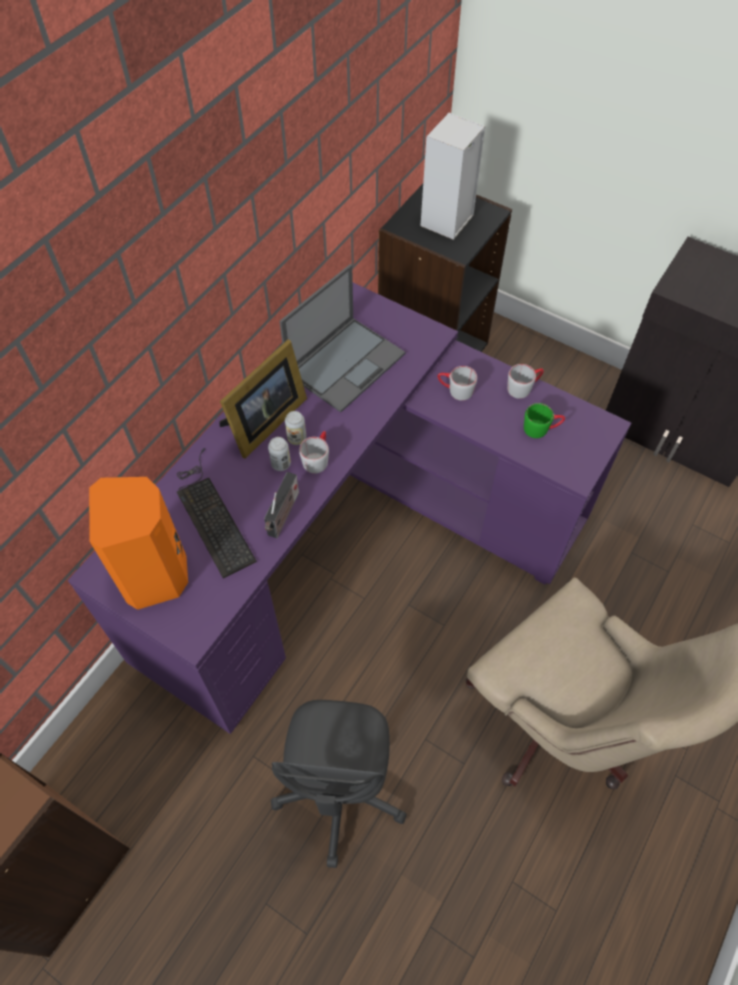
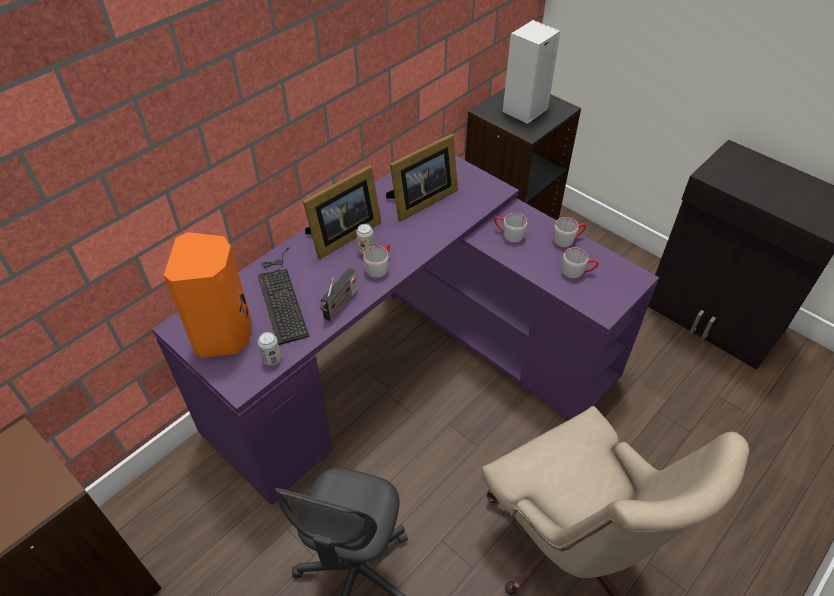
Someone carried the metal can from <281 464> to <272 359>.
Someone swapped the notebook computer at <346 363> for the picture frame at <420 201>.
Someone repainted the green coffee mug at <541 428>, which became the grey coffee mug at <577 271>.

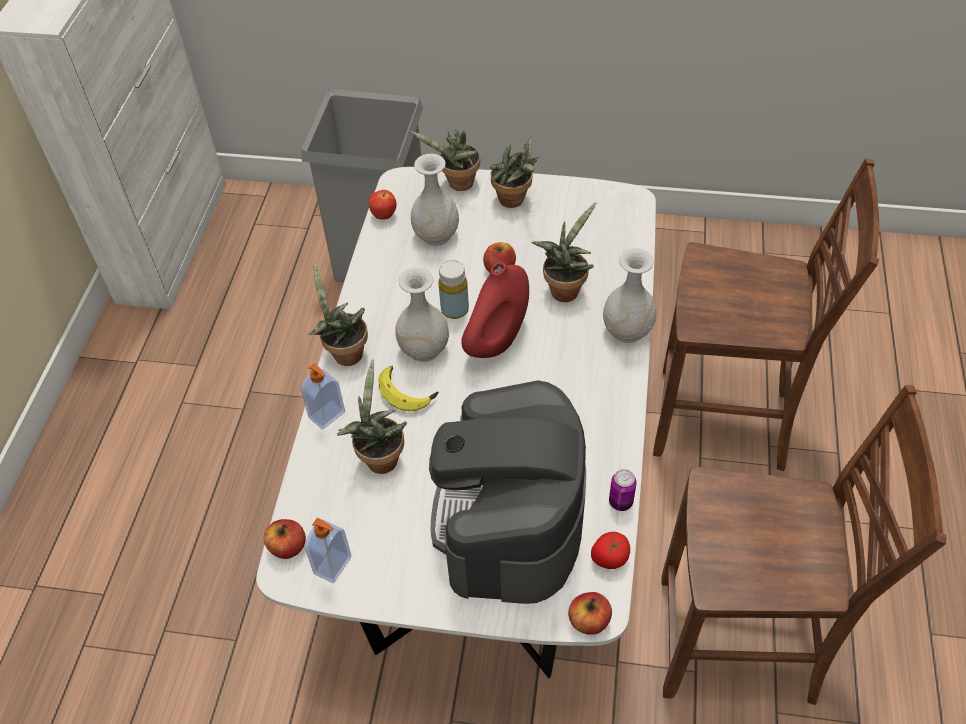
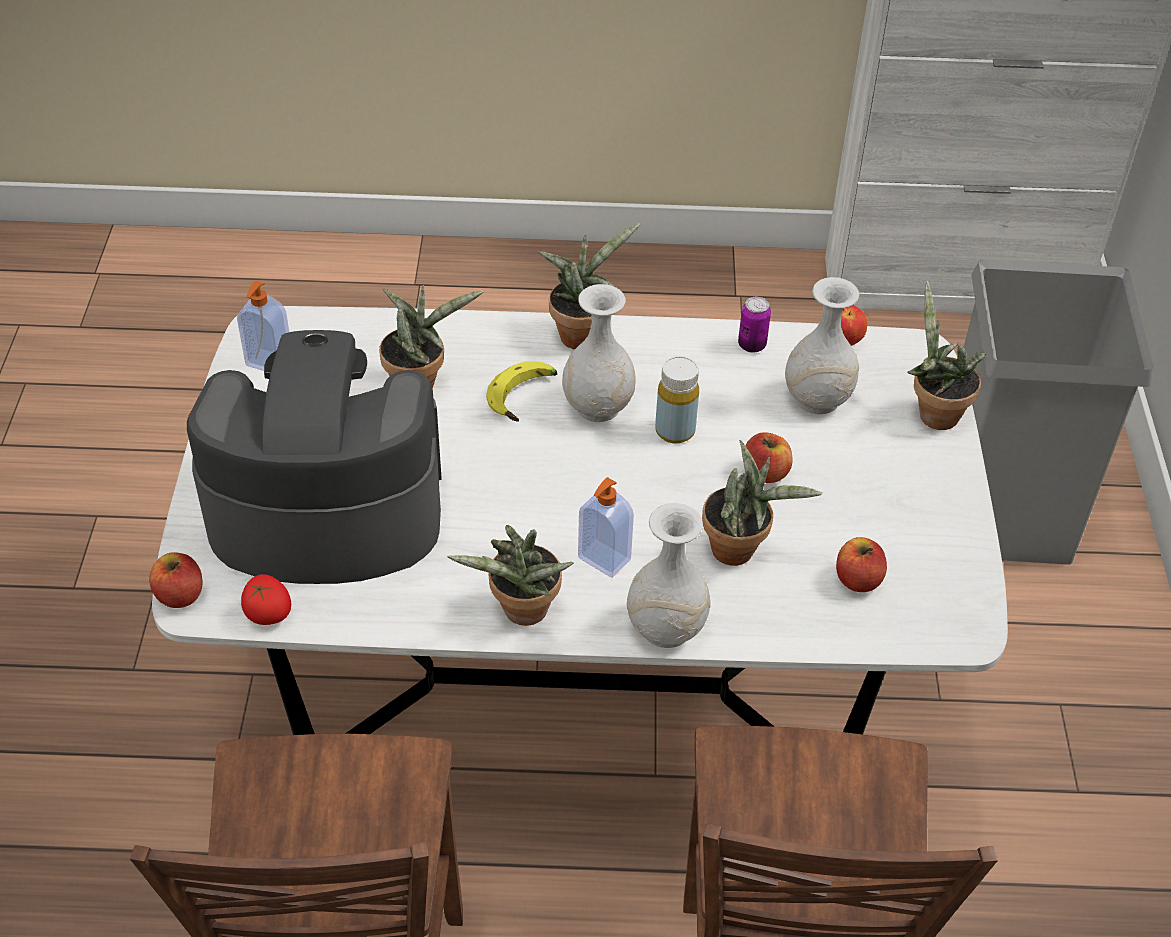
Someone carried the houseplant from <515 201> to <521 614>.
Someone carried the liquid soap bottle from <328 416> to <603 560>.
Someone carried the metal can from <620 502> to <751 345>.
Someone carried the apple from <288 547> to <857 579>.
Someone took away the red flower vase at <496 342>.

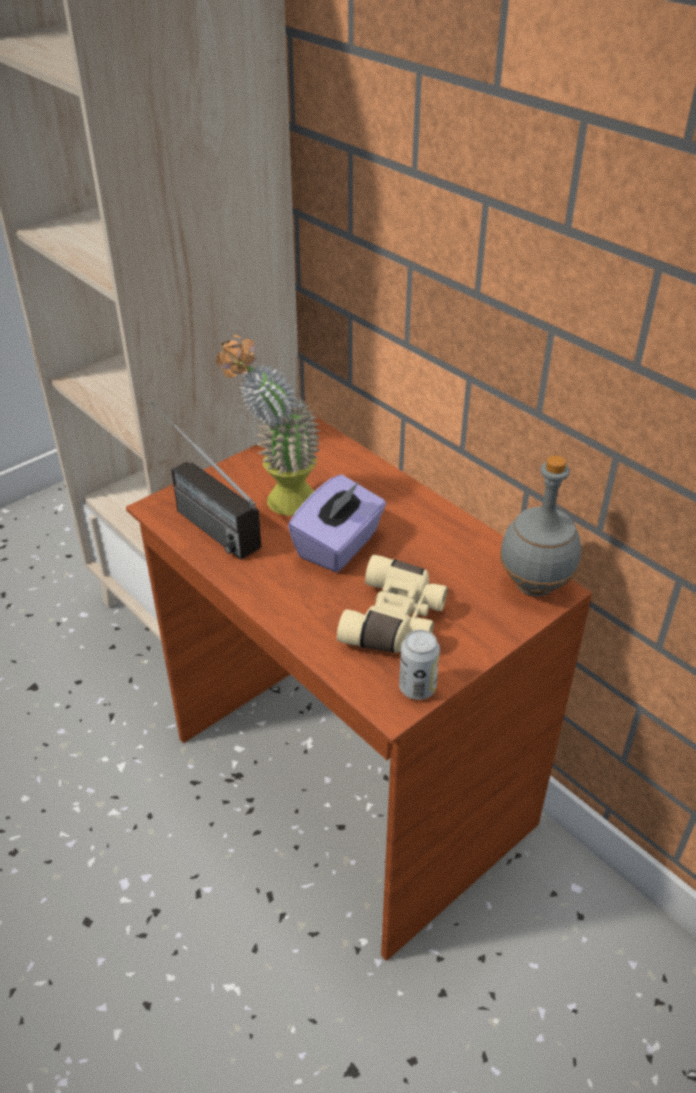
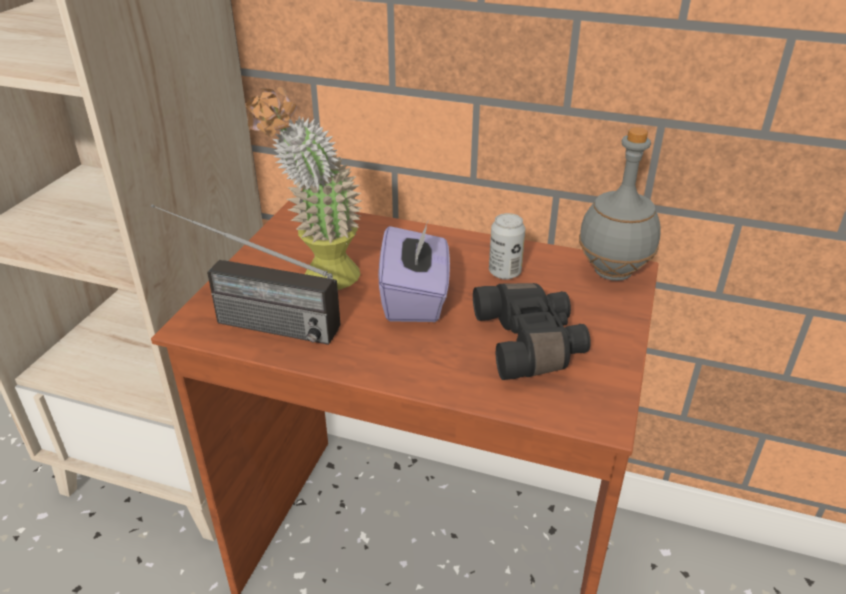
Someone repainted the beige field glasses at <396 621>, which became the black-coloured field glasses at <531 343>.
Someone carried the metal can from <417 688> to <504 272>.

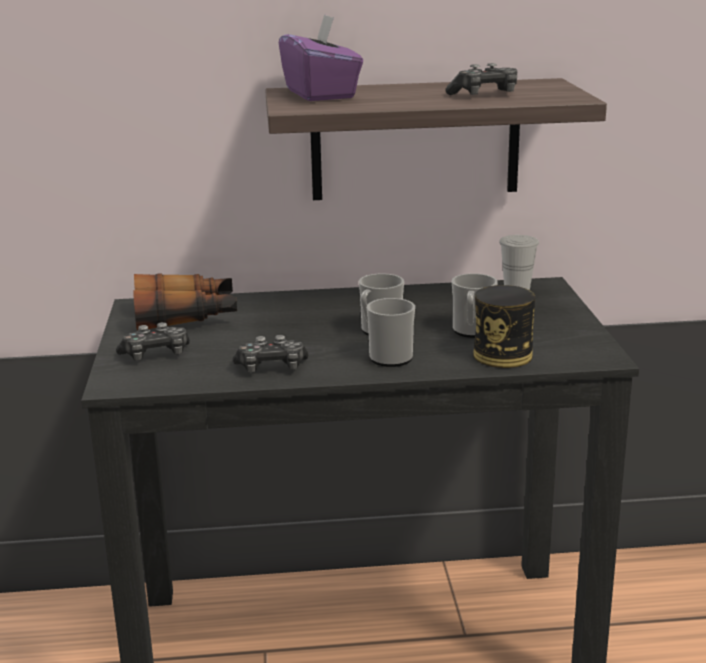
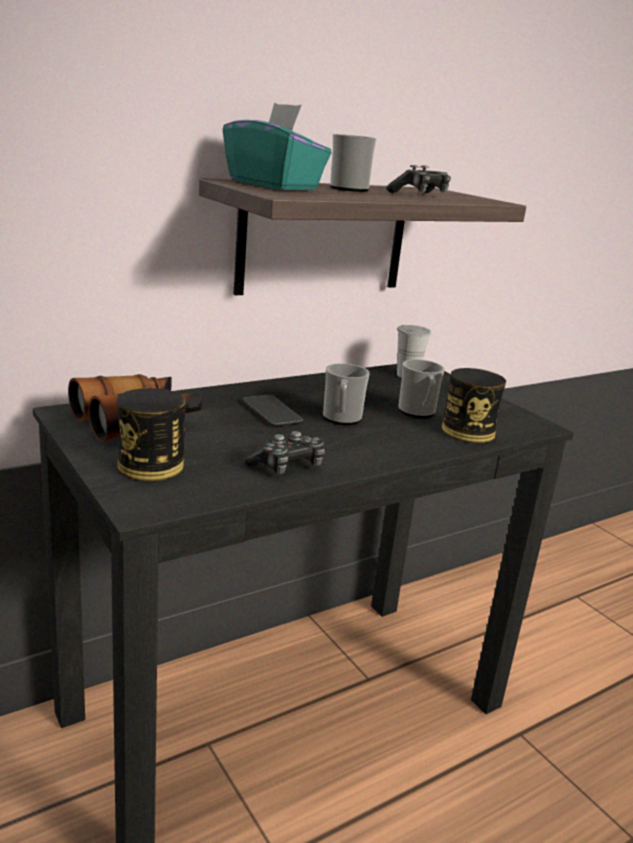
Someone swapped the game controller at <156 355> for the metal can at <150 466>.
Someone repainted the purple-coloured tissue holder at <321 94>, which became the blue-green tissue holder at <274 185>.
Someone put down the phone at <271 412>.
Someone carried the coffee mug from <393 356> to <348 188>.

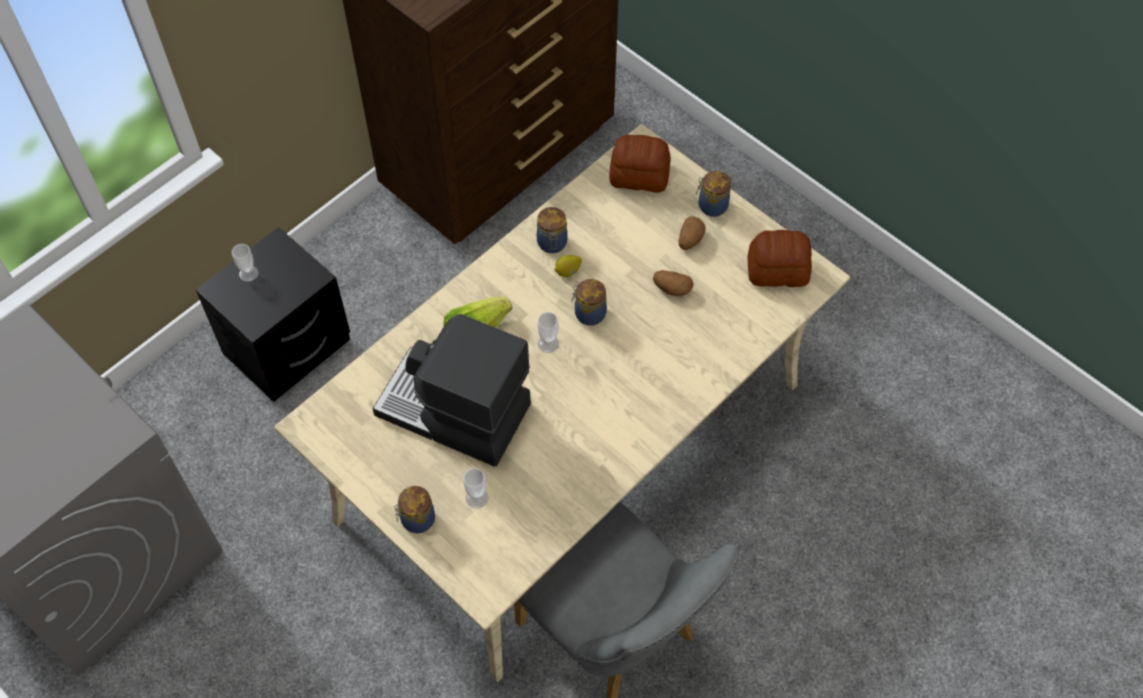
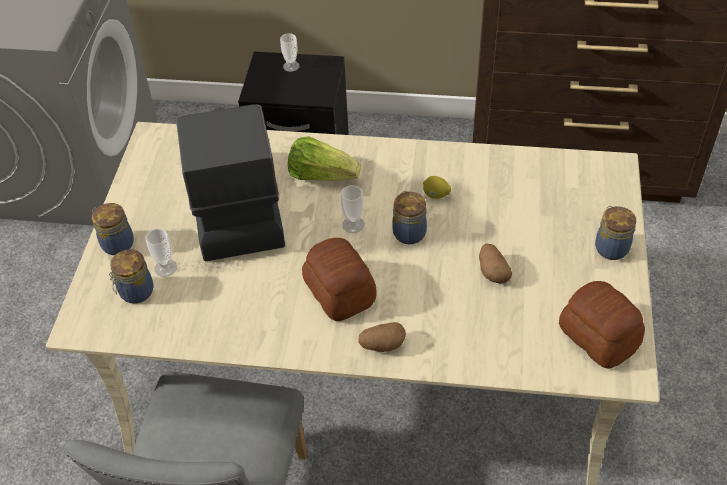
Someone carried the storage jar from <552 244> to <135 292>.
Someone carried the baked bread from <640 176> to <339 293>.
Someone carried the whole potato from <689 240> to <382 345>.

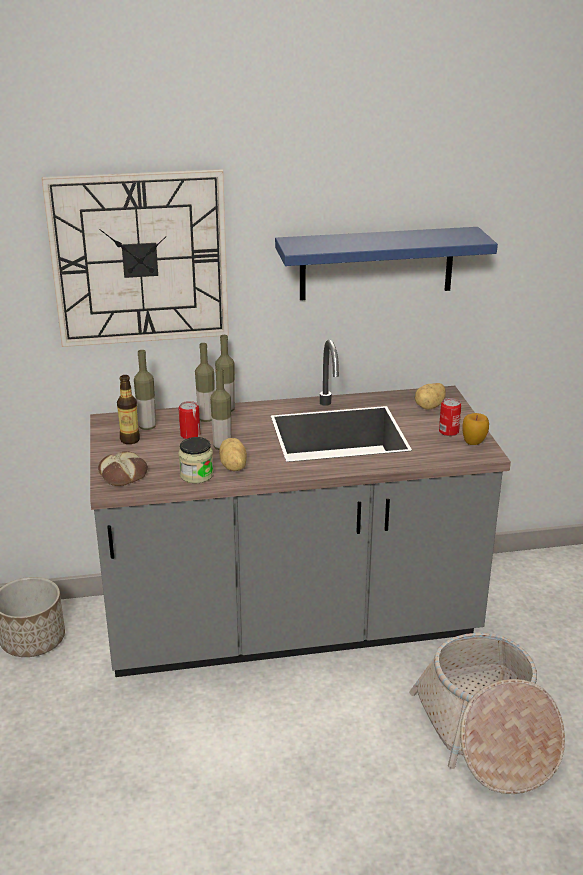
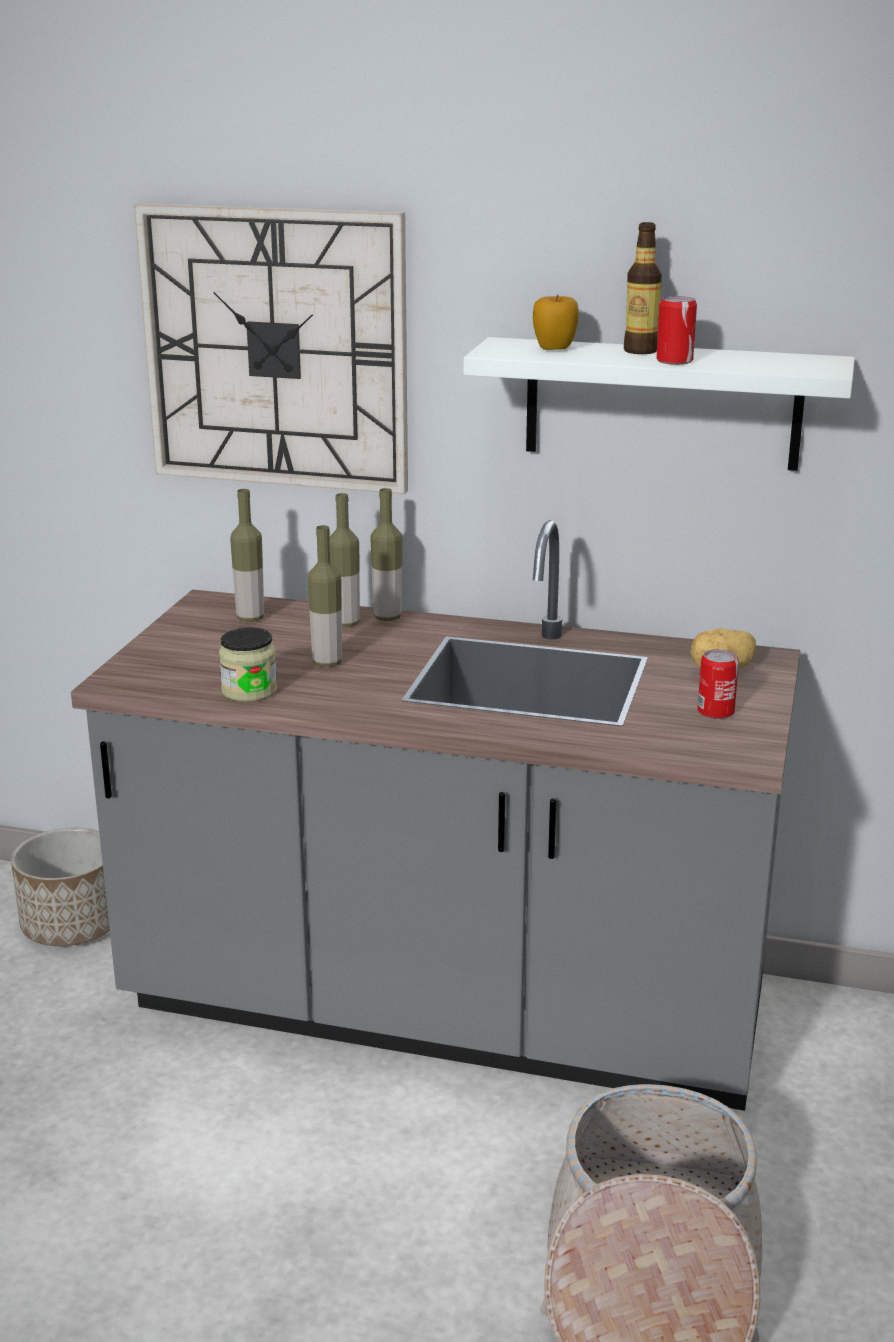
Someone repainted the bluish shelf at <376 263>, which became the white shelf at <662 403>.
Someone carried the apple from <473 443> to <554 349>.
Someone carried the bottle from <130 440> to <640 351>.
Someone carried the metal can from <190 435> to <674 361>.
Someone took away the baked bread at <123 474>.
Someone took away the whole potato at <232 467>.

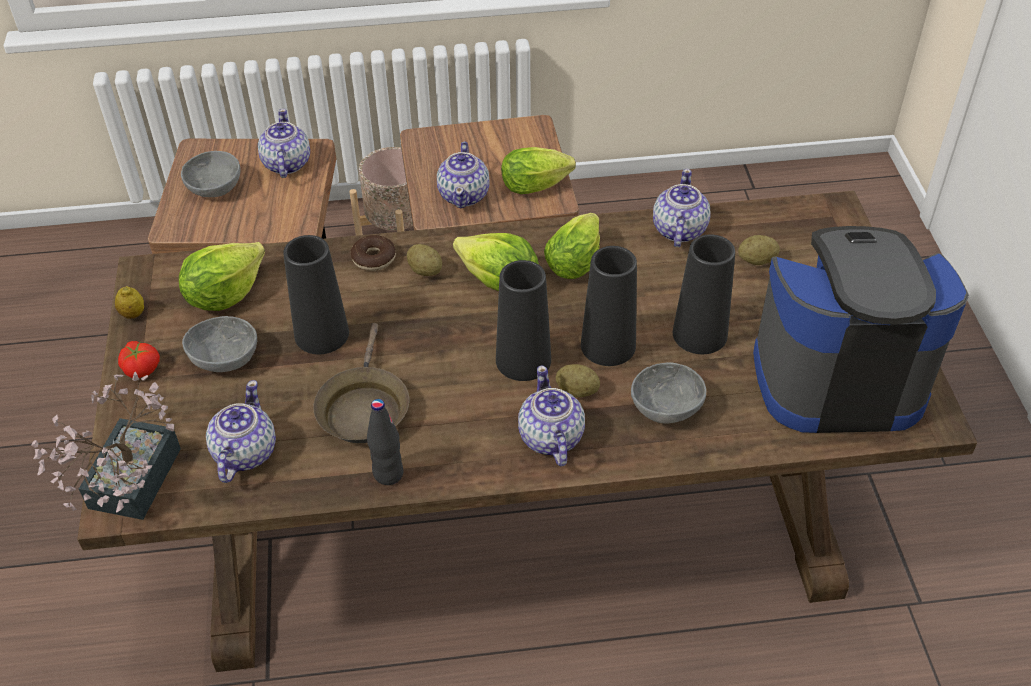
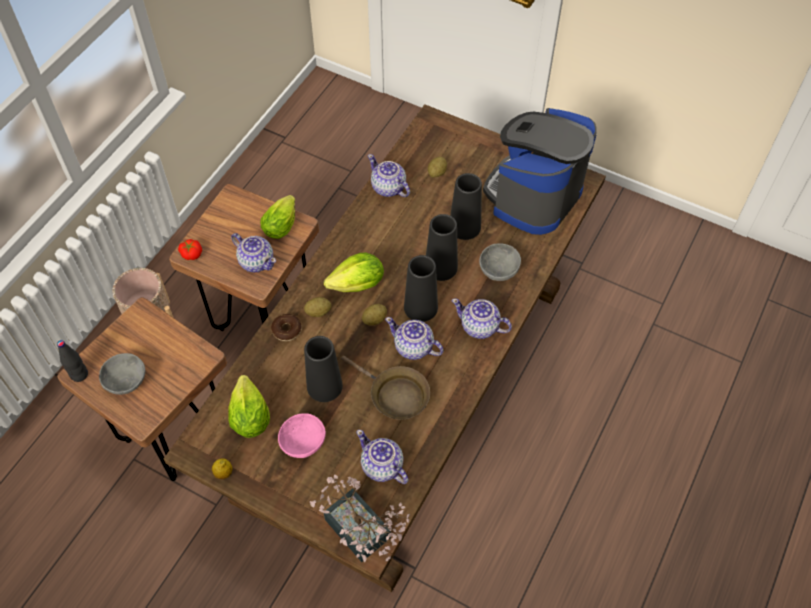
Someone carried the black-coloured bottle from <388 474> to <79 375>.
Someone carried the whole tomato from <142 368> to <191 253>.
Someone repainted the grey bowl at <225 358>, which became the pink bowl at <302 442>.
Someone carried the whole potato from <577 391> to <374 319>.
Someone carried the tea pot from <286 164> to <414 347>.
Someone took away the head of lettuce at <576 260>.

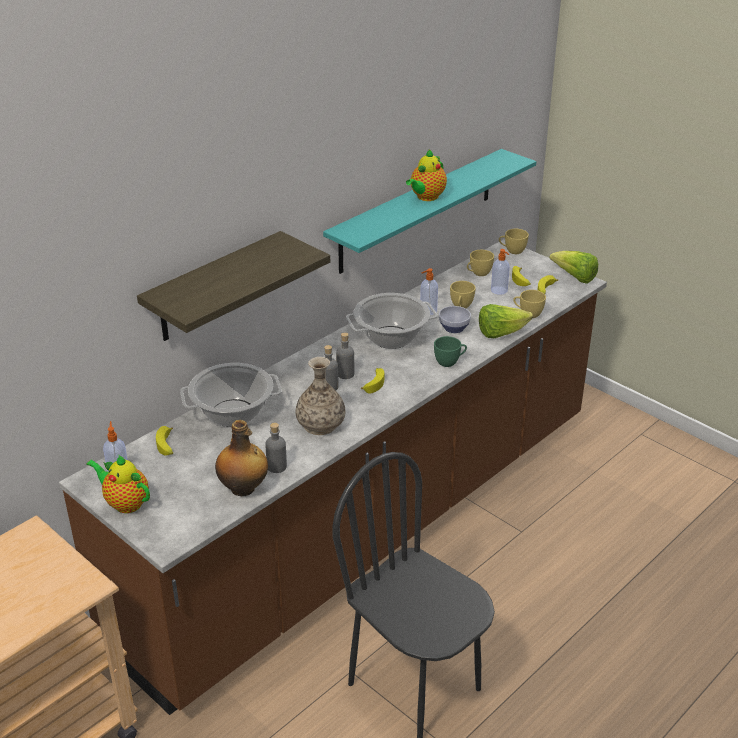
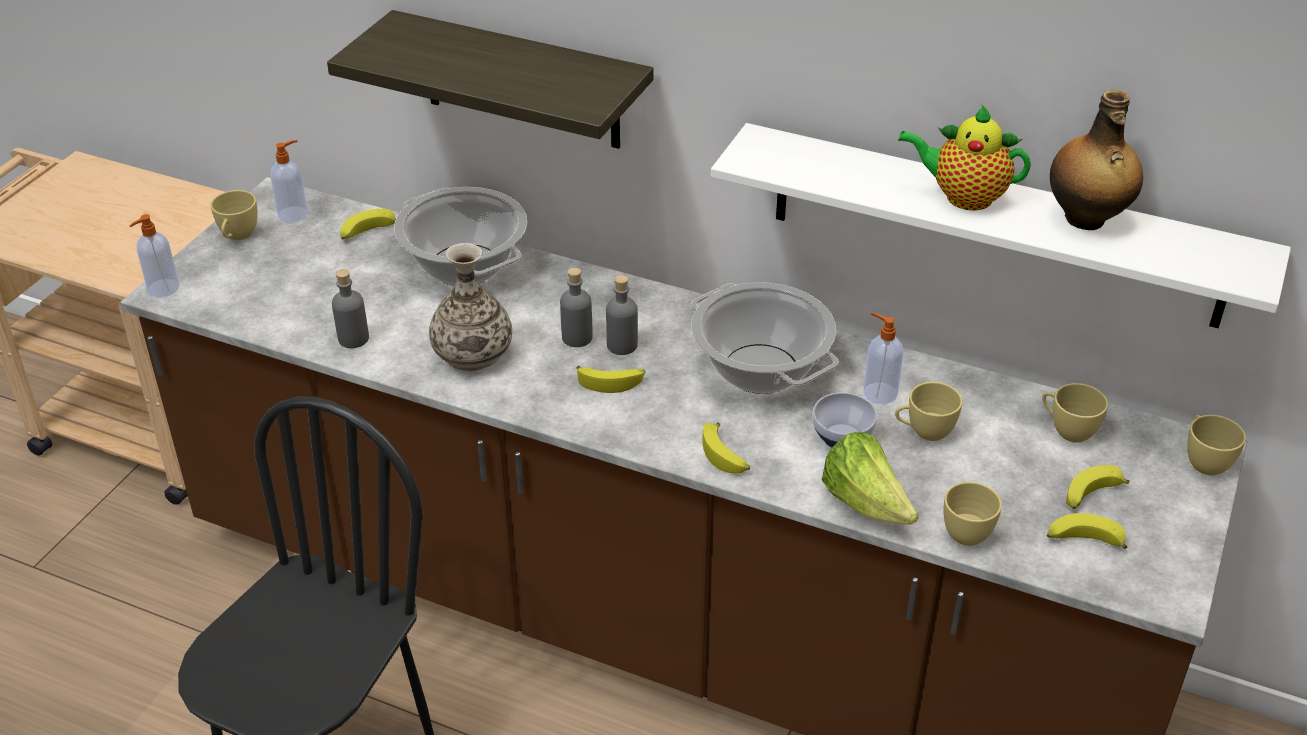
Someone carried the liquid soap bottle from <499 290> to <162 289>.
Someone swapped the tea pot at <125 503> for the yellow cup at <237 236>.
Someone swapped the green cup at <450 362> for the whole banana at <725 456>.
Someone repainted the blue-green shelf at <417 210>, which became the white shelf at <995 226>.
Someone carried the bottle from <243 489> to <1085 219>.
Someone took away the head of lettuce at <574 278>.

